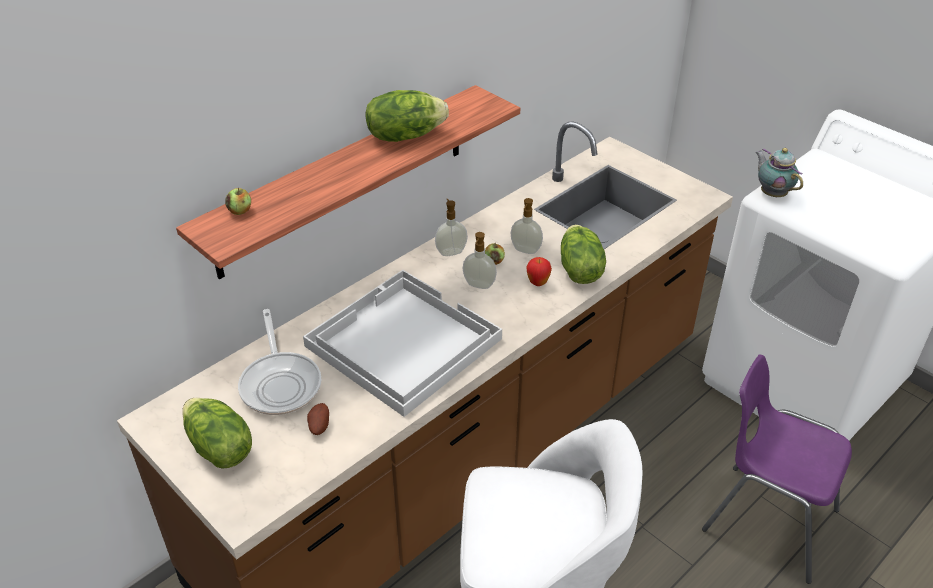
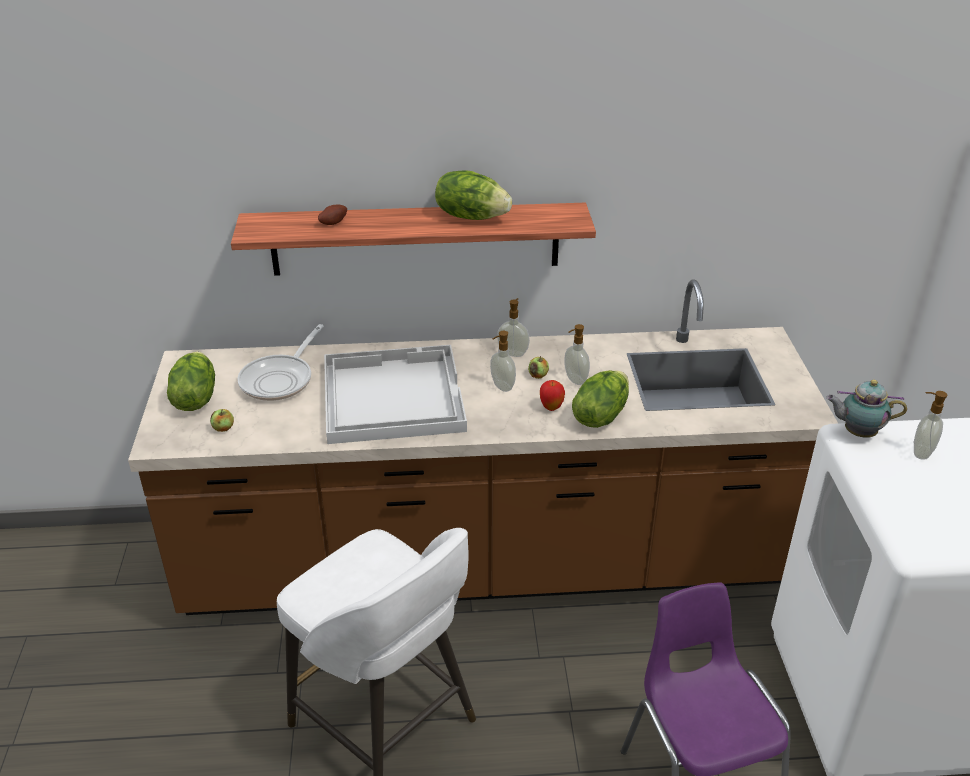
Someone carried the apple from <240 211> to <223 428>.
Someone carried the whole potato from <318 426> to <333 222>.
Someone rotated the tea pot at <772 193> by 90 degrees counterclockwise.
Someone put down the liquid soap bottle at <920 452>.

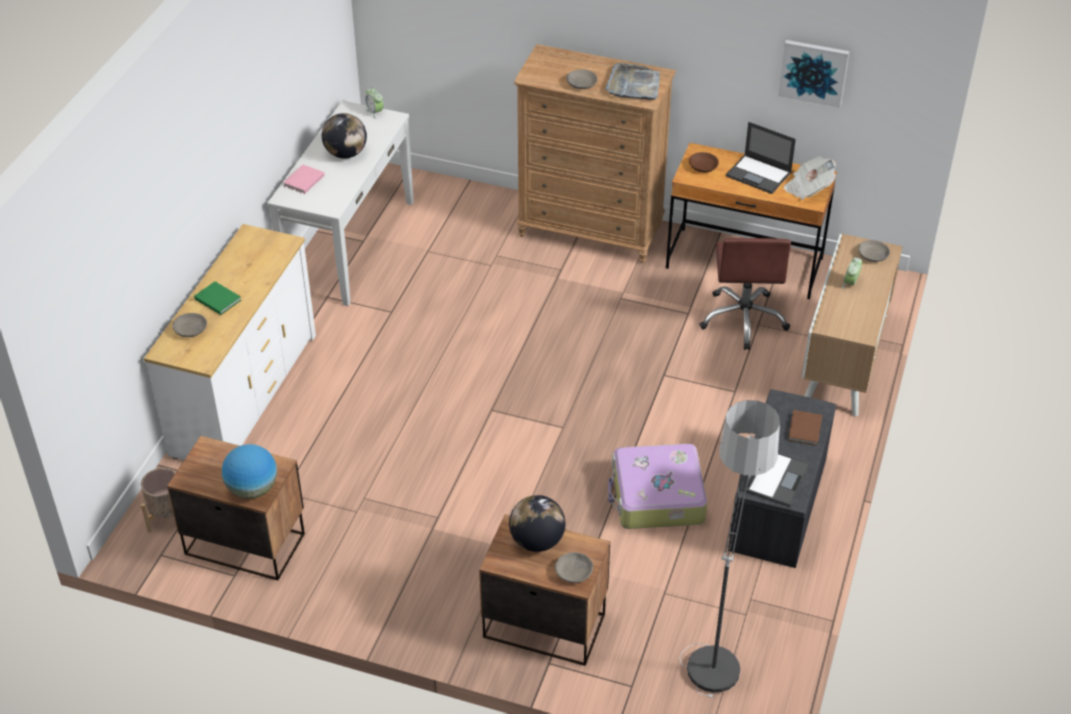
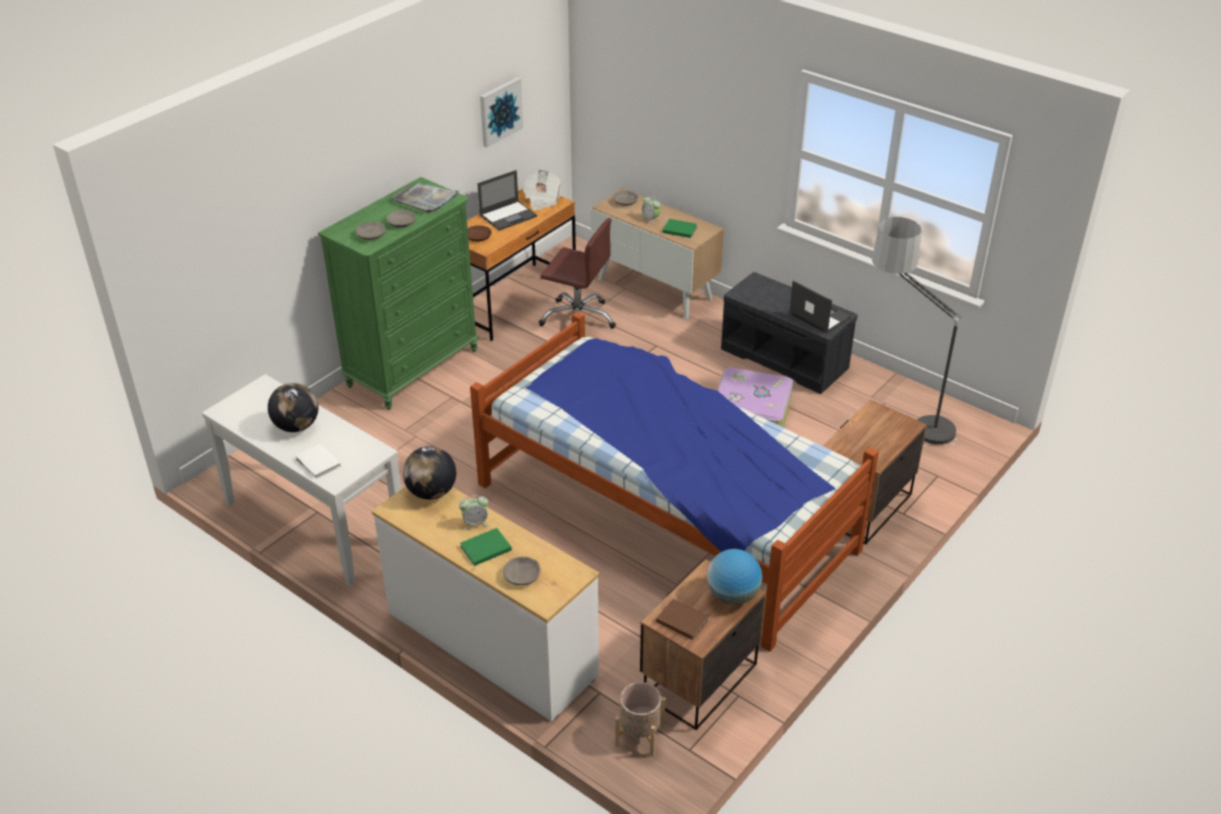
Someone repainted the pink volume at <303 181>, which became the white volume at <318 463>.
Someone repainted the brown chest of drawers at <590 230>, which became the green chest of drawers at <413 367>.
Someone carried the grey bowl from <574 572> to <371 235>.
Someone carried the globe from <537 541> to <431 492>.
Someone carried the alarm clock from <375 112> to <475 523>.
Someone put down the sleeping bed at <665 515>.
Someone carried the brown volume from <805 428> to <681 619>.
Someone put down the green volume at <679 229>.

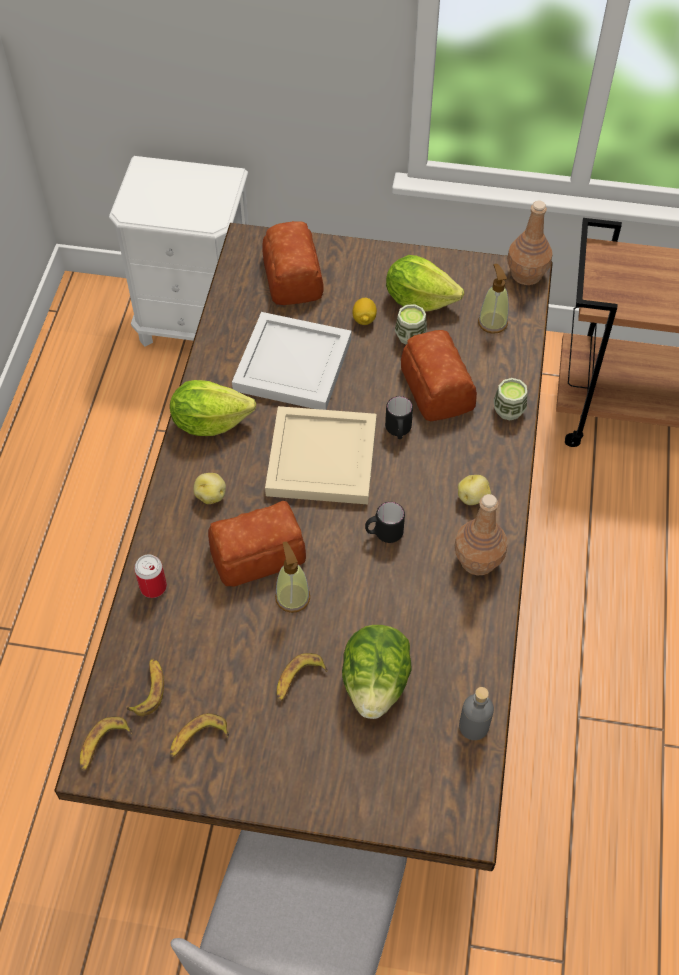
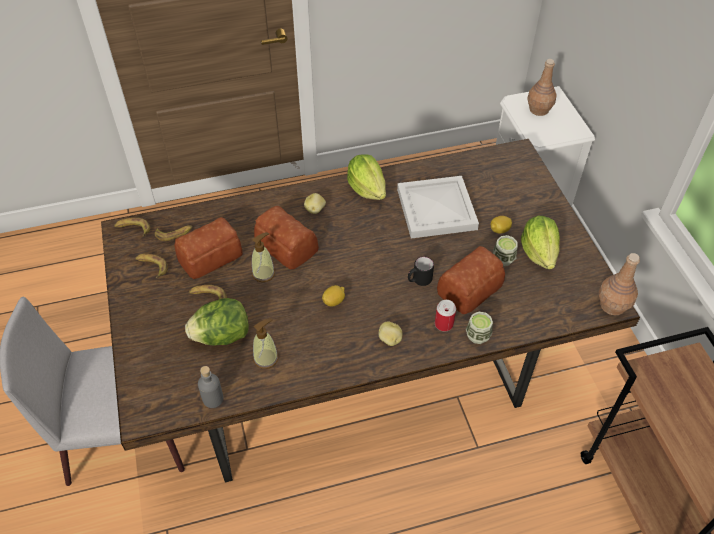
Someone carried the baked bread from <294 275> to <211 256>.
Someone carried the liquid soap bottle from <492 322> to <266 358>.
Someone swapped the black-coloured coffee mug at <383 533> for the lemon at <334 301>.
Someone carried the metal can from <153 587> to <443 324>.
Someone carried the brown bottle from <478 560> to <539 110>.
Someone took away the beige carrying tray at <320 457>.

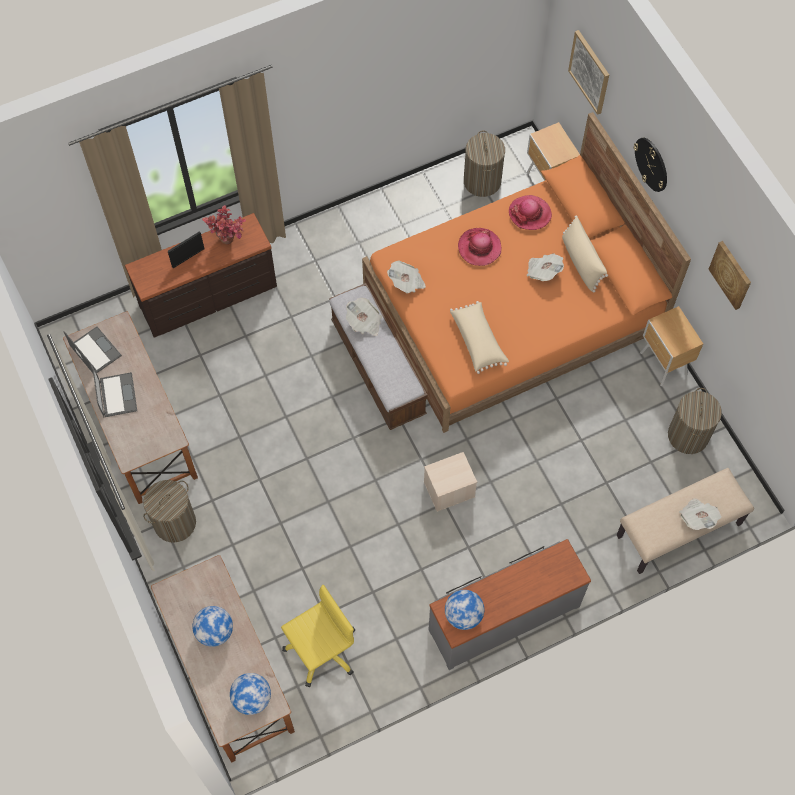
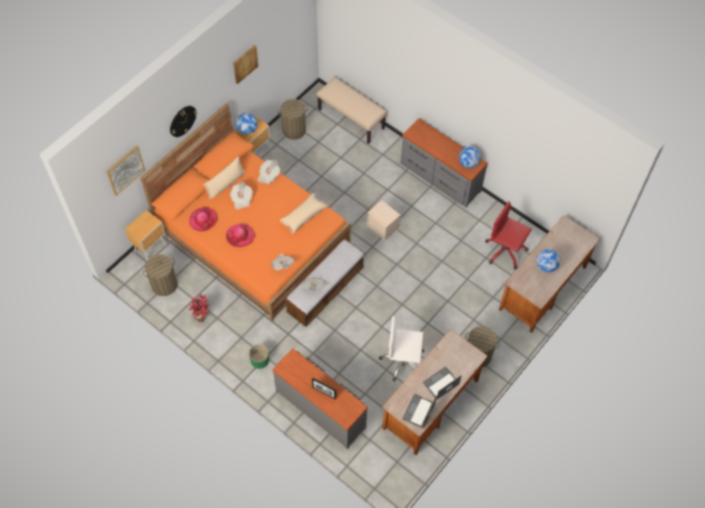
Someone carried the houseplant from <229 243> to <202 316>.
Someone carried the globe from <252 698> to <247 130>.
Someone put down the green plant pot at <259 360>.
Someone carried the printed paper from <697 517> to <268 175>.
Someone repainted the brown chest of drawers at <208 297>, which became the grey chest of drawers at <321 408>.
Someone put down the white computer chair at <402 361>.
Someone repainted the yellow computer chair at <321 650>, which became the red computer chair at <505 251>.

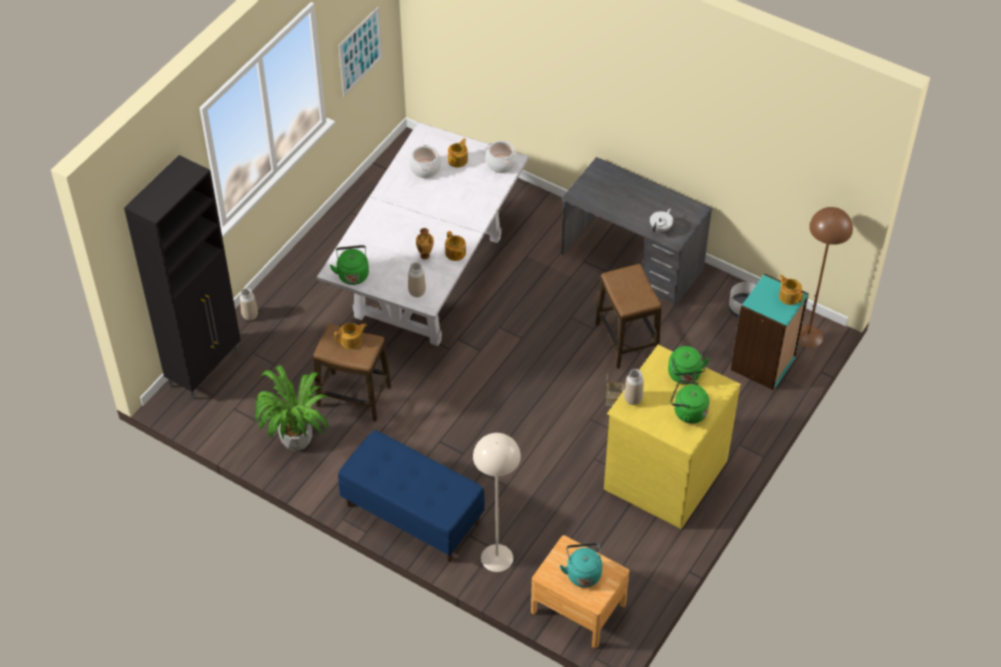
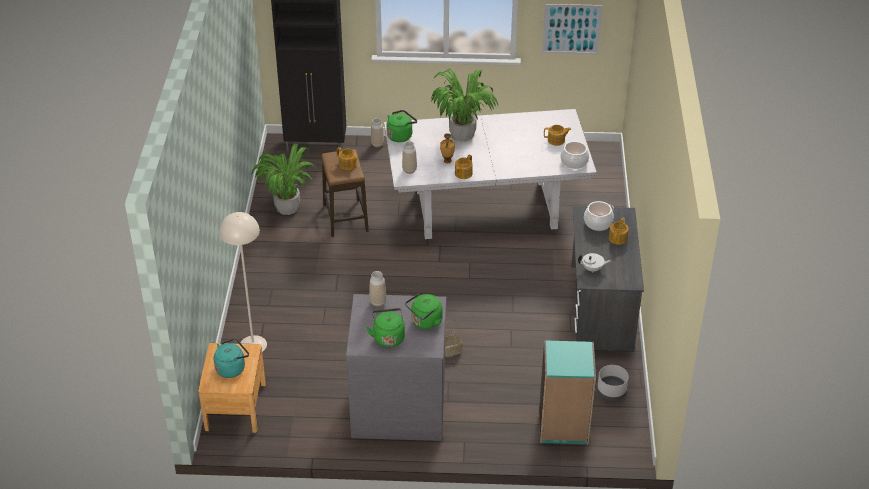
Someone repainted the yellow chest of drawers at <664 474>, which became the grey chest of drawers at <399 407>.
Someone put down the houseplant at <461 134>.
Someone carried the stockpot from <425 169> to <598 223>.
Someone carried the tea pot from <789 296> to <618 238>.
Someone took away the bluish bench at <412 514>.
Someone took away the sitting stool at <626 340>.
Someone took away the brown floor lamp at <808 336>.

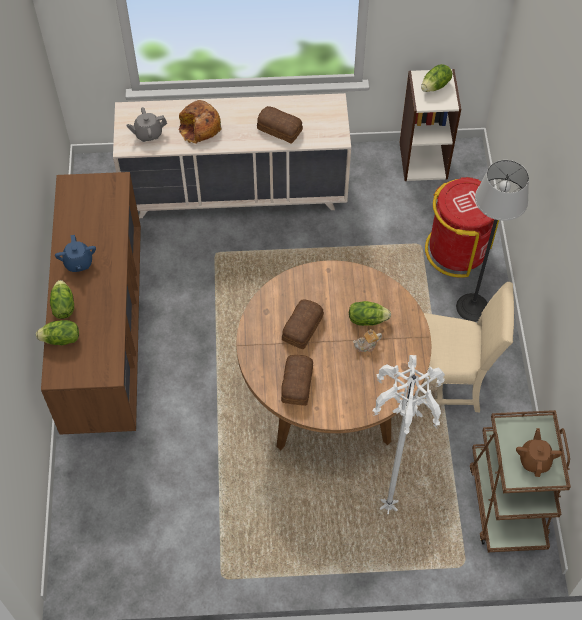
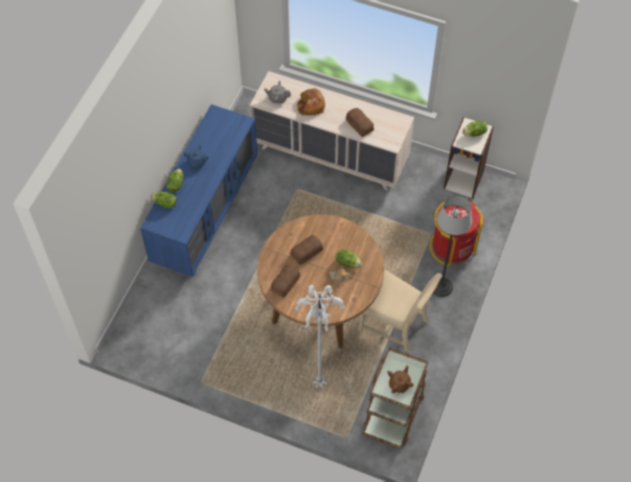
Someone repainted the brown chest of drawers at <105 334>, which became the bluish chest of drawers at <205 213>.

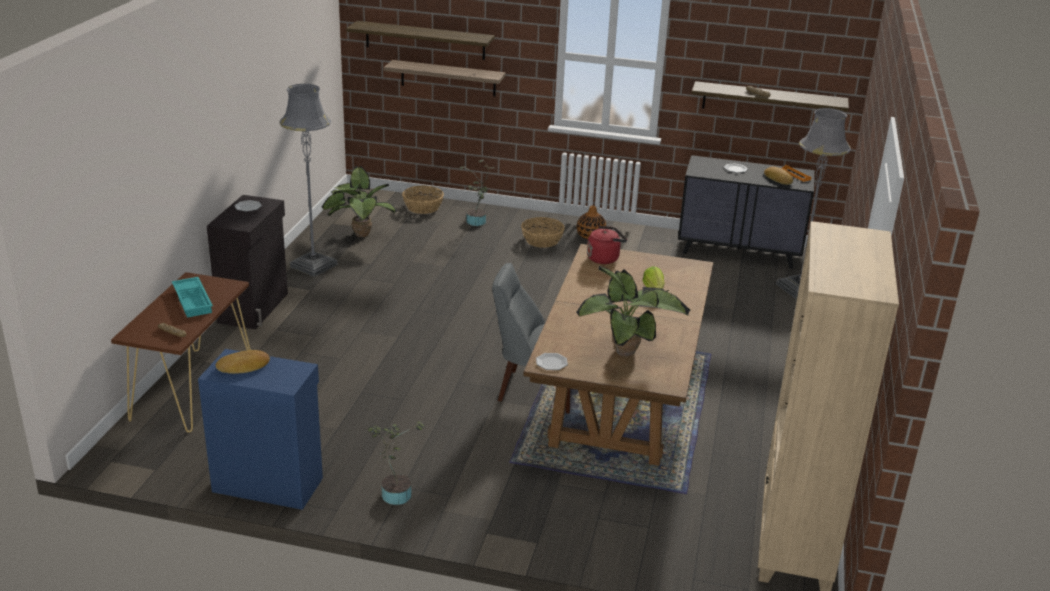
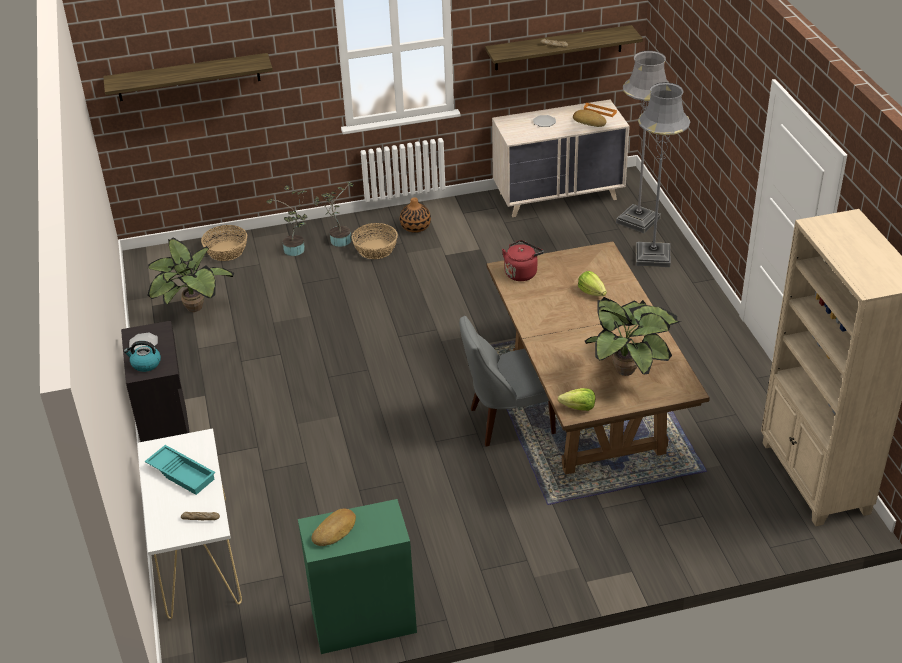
Someone put down the tea kettle at <145 364>.
Someone repainted the brown narrow table at <193 389>, which became the white narrow table at <197 556>.
Someone repainted the bluish cabinet at <268 483>, which became the green cabinet at <363 621>.
Someone carried the houseplant from <393 493> to <338 240>.
Someone repainted the black-coloured chest of drawers at <739 251>, which became the beige chest of drawers at <558 196>.
Someone swapped the dinner plate at <551 363> for the head of lettuce at <578 408>.
Someone carried the grey floor lamp from <313 265> to <652 256>.
Someone took away the shelf at <448 78>.

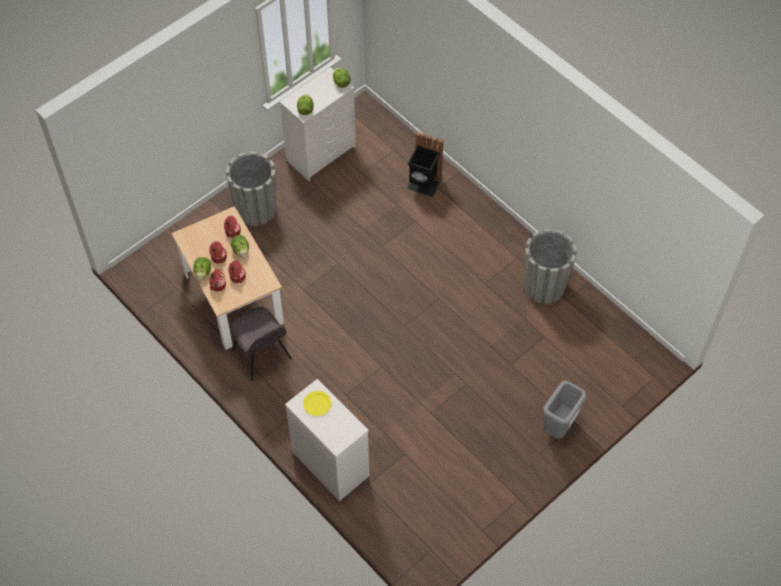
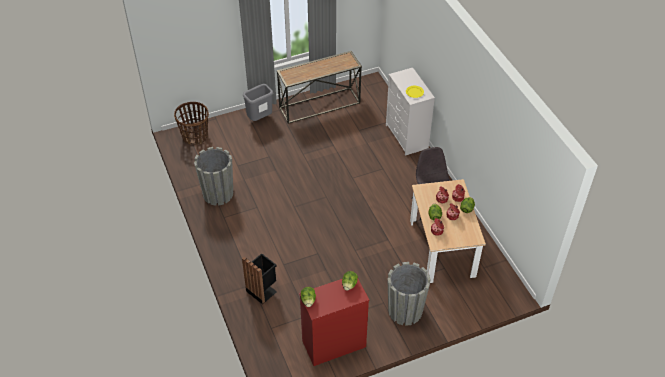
Someone put down the storage basket at <195 136>.
Someone put down the narrow table at <319 105>.
Someone repainted the white chest of drawers at <321 153>, which became the red chest of drawers at <333 344>.

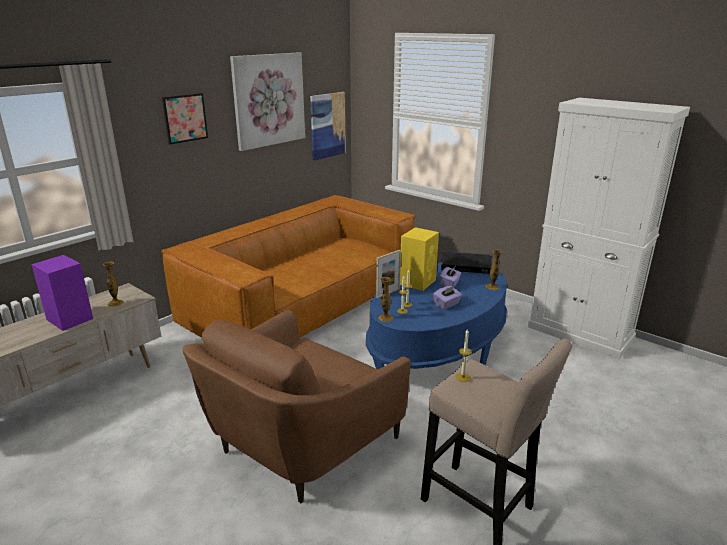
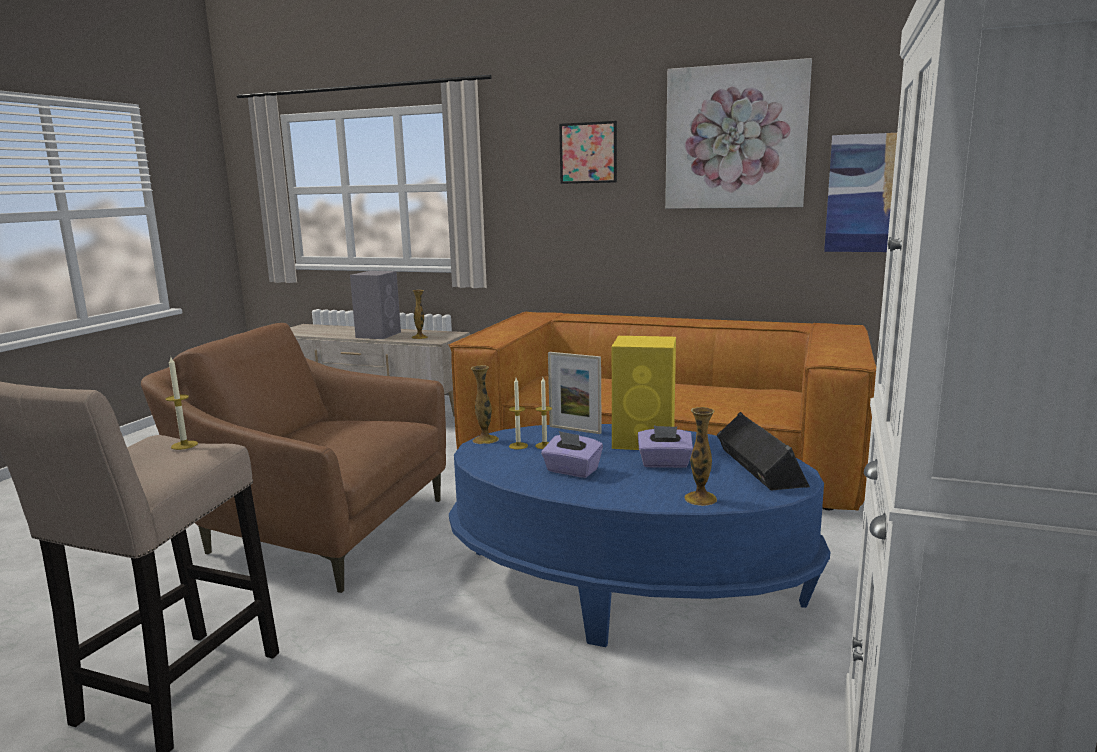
Someone repainted the purple-coloured audio speaker at <69 319>, which became the grey audio speaker at <379 334>.

